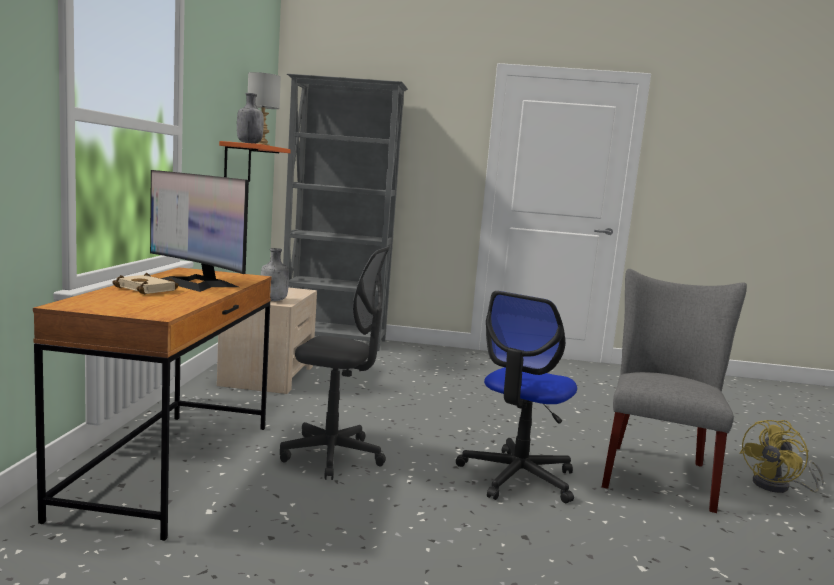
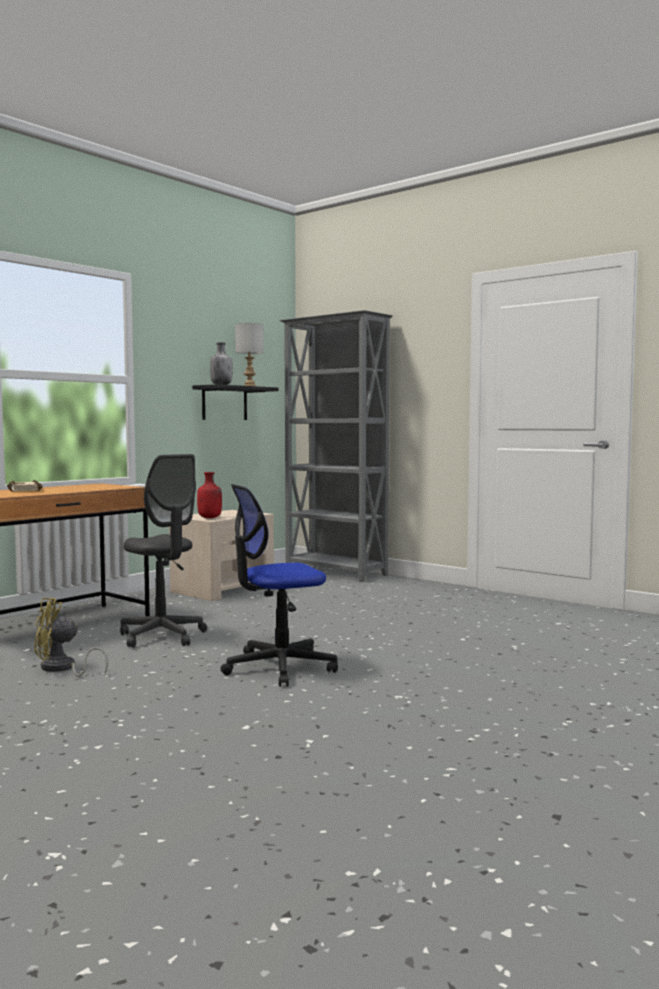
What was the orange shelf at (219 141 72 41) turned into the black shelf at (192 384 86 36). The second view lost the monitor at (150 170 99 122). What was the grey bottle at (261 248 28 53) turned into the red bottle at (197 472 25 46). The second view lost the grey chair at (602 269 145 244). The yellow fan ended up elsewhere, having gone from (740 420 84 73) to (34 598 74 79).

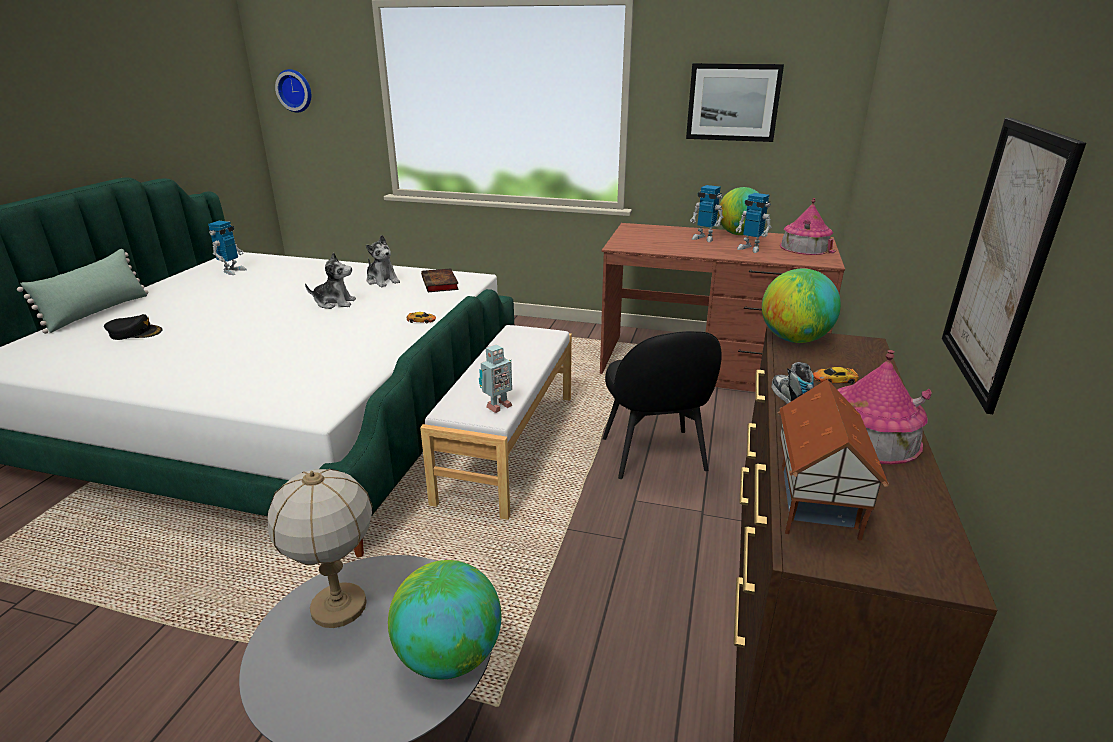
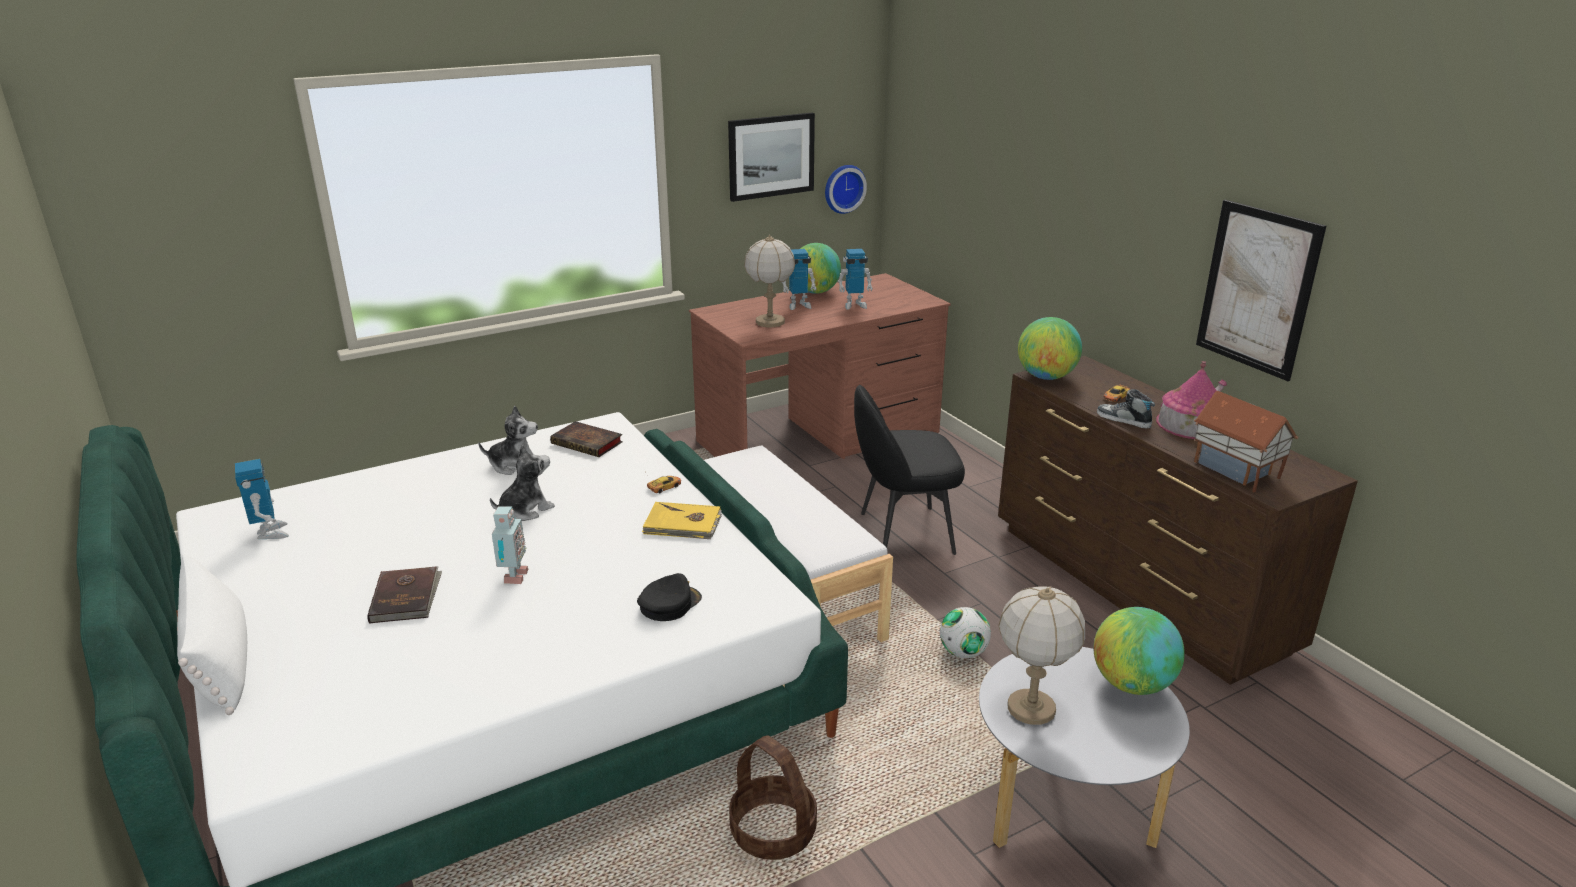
The wall clock ended up elsewhere, having gone from (275 69 36 44) to (825 165 42 49). The second view lost the toy house at (780 198 56 57). What was the green pillow at (17 249 131 85) turned into the white pillow at (177 554 70 161). The black cap ended up elsewhere, having gone from (104 314 58 26) to (637 573 65 48). The black chair at (603 331 119 148) ended up facing another way, 135 degrees clockwise from before. The toy robot ended up elsewhere, having gone from (479 345 33 68) to (492 506 37 78). The second view gained the table lamp at (744 235 51 92). The second view gained the yellow book at (642 502 80 37). The second view gained the brown book at (367 566 75 58). The second view gained the football at (940 607 51 51). The second view gained the basket at (729 735 88 125).

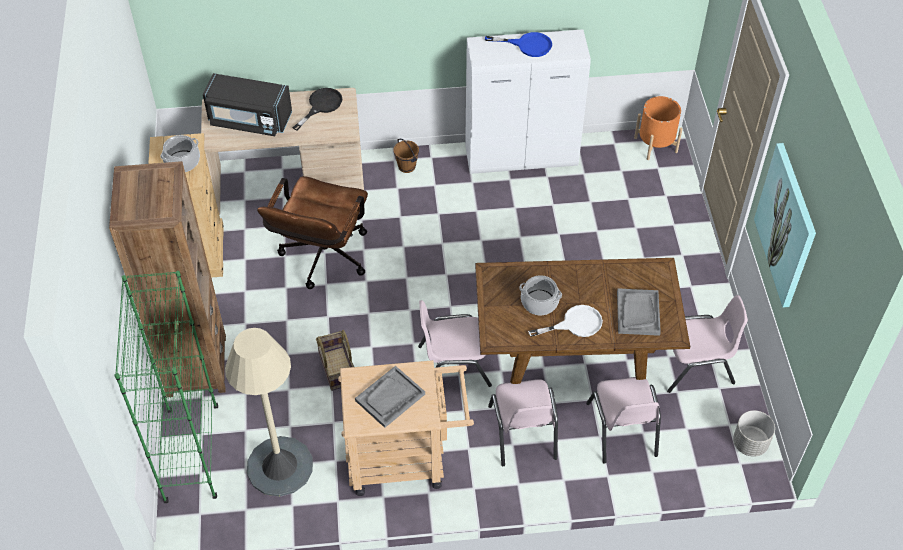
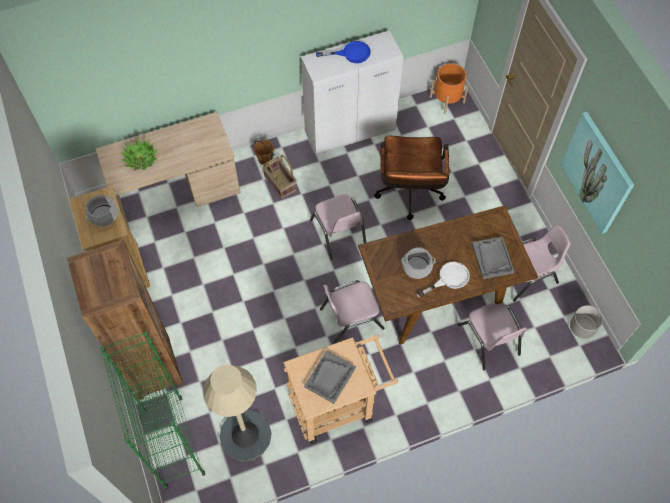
Where the black microwave stood at (203 73 89 63), the potted plant came to stand at (121 138 37 33). The second view lost the black frying pan at (292 88 50 43). The brown office chair ended up elsewhere, having gone from (257 176 111 113) to (374 136 75 84). The basket ended up elsewhere, having gone from (316 330 38 61) to (262 155 35 44). The pink chair ended up elsewhere, having gone from (488 379 70 87) to (310 194 56 66).

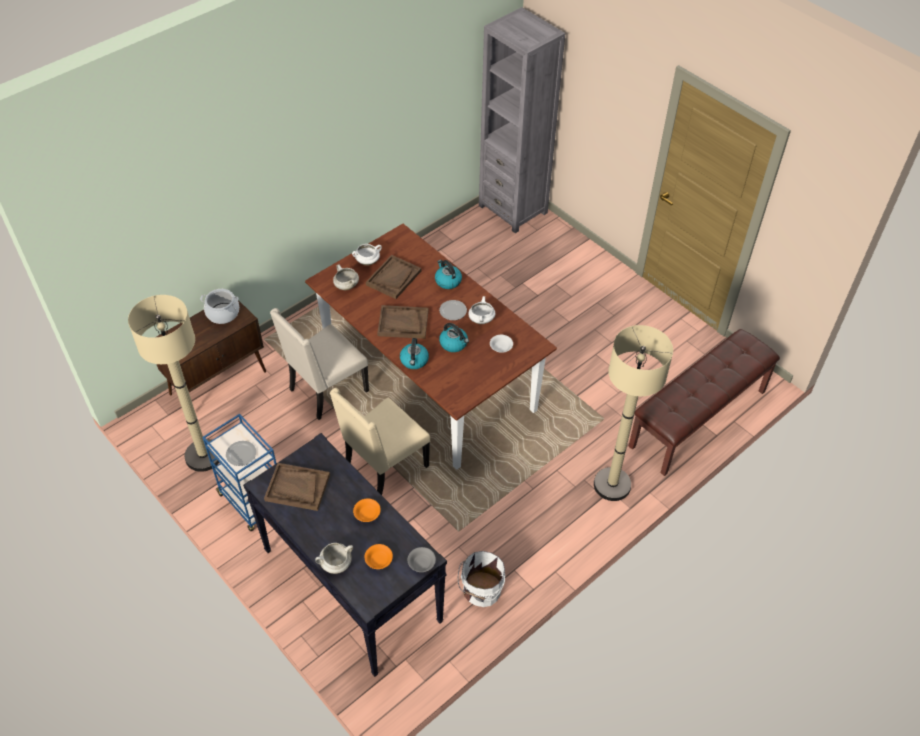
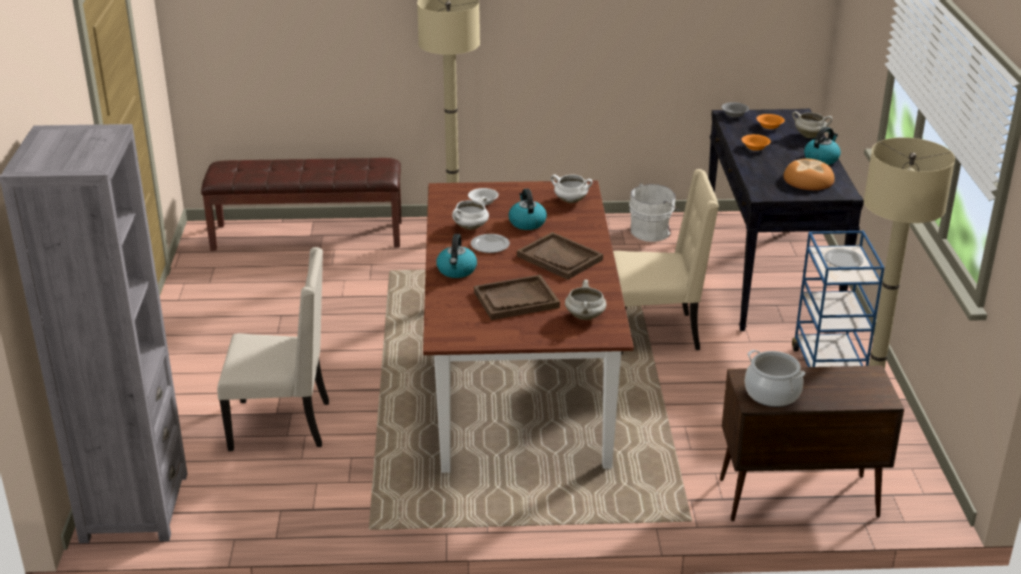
The white cooking pot ended up elsewhere, having gone from (352 244 30 22) to (551 174 42 29). The beige chair ended up elsewhere, having gone from (270 308 99 112) to (217 247 112 204). The kettle ended up elsewhere, having gone from (400 338 29 31) to (804 127 37 38). Where the brown tray stood at (264 463 66 48), the bread came to stand at (783 159 52 31).

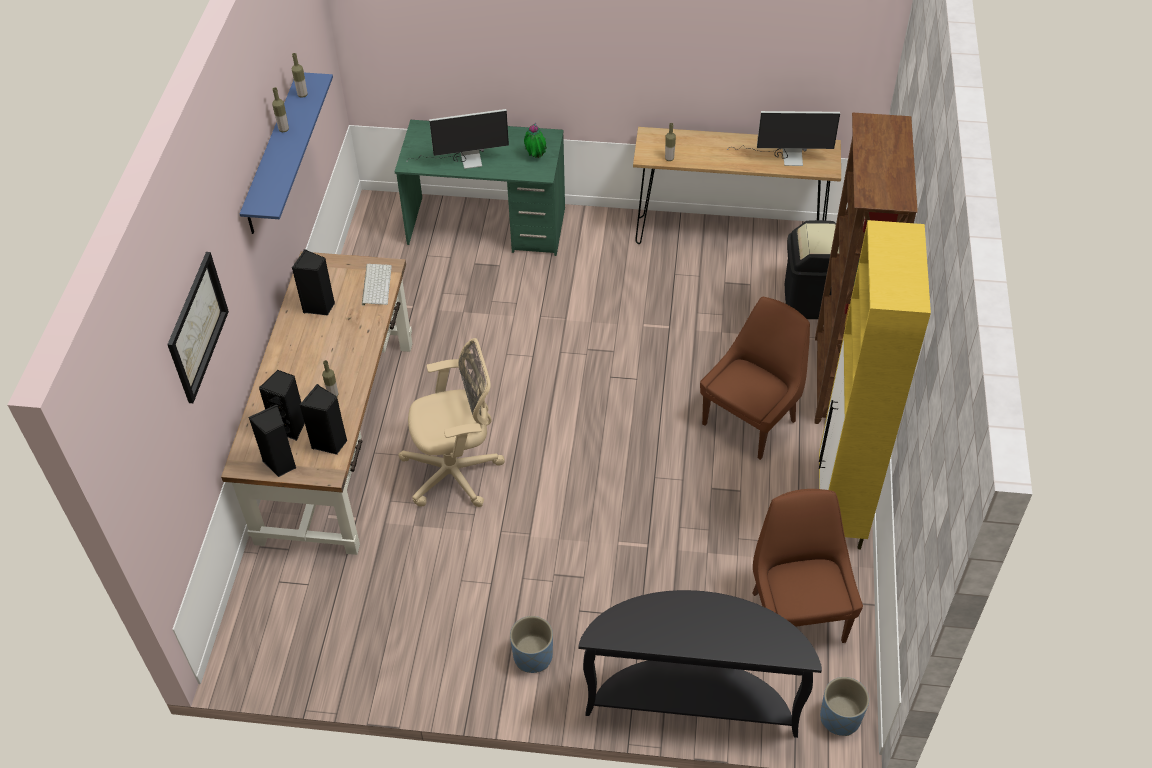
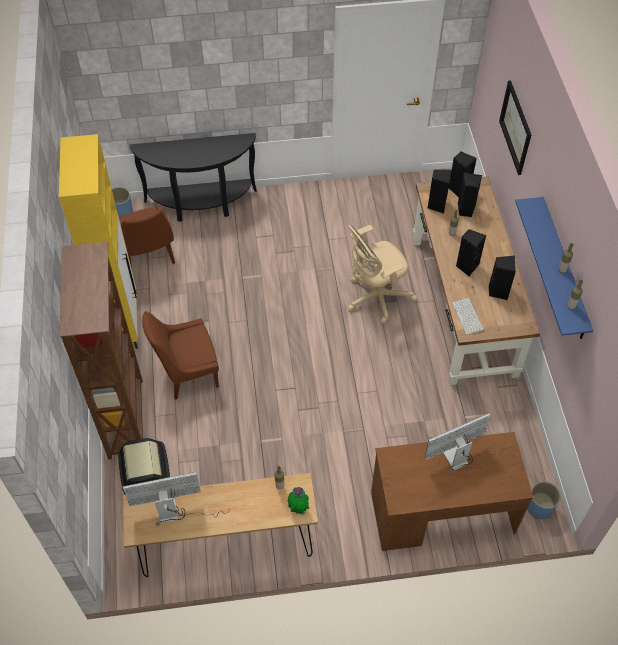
What was the green desk at (394 120 171 136) turned into the brown desk at (371 432 163 119). The potted plant ended up elsewhere, having gone from (524 123 23 35) to (287 487 22 27). The brown chair at (700 297 110 163) ended up facing another way, 45 degrees clockwise from before. The blue planter ended up elsewhere, having gone from (510 616 43 57) to (527 481 34 38). The second view gained the black speaker at (456 229 30 47).

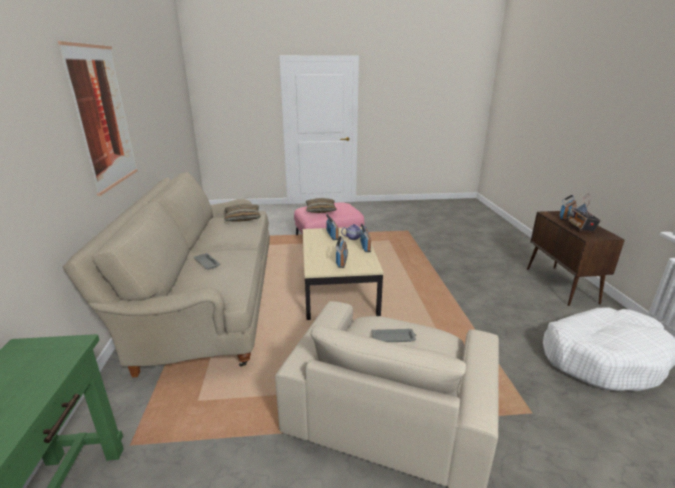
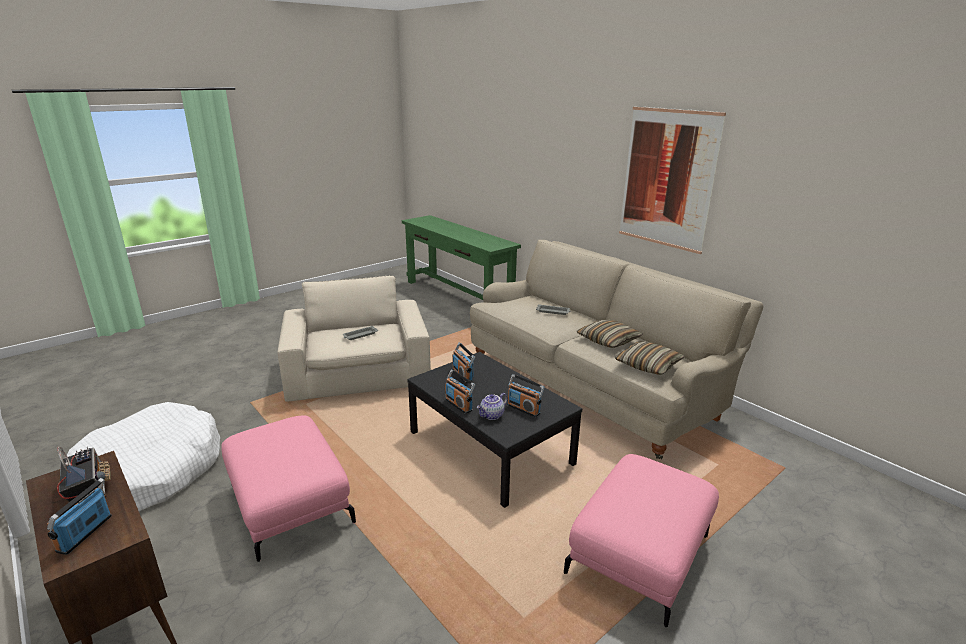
The pillow ended up elsewhere, having gone from (306 198 30 15) to (577 319 66 29). What was the beige coffee table at (303 227 81 93) turned into the black coffee table at (407 352 175 156). The second view gained the pink ottoman at (221 415 135 147).

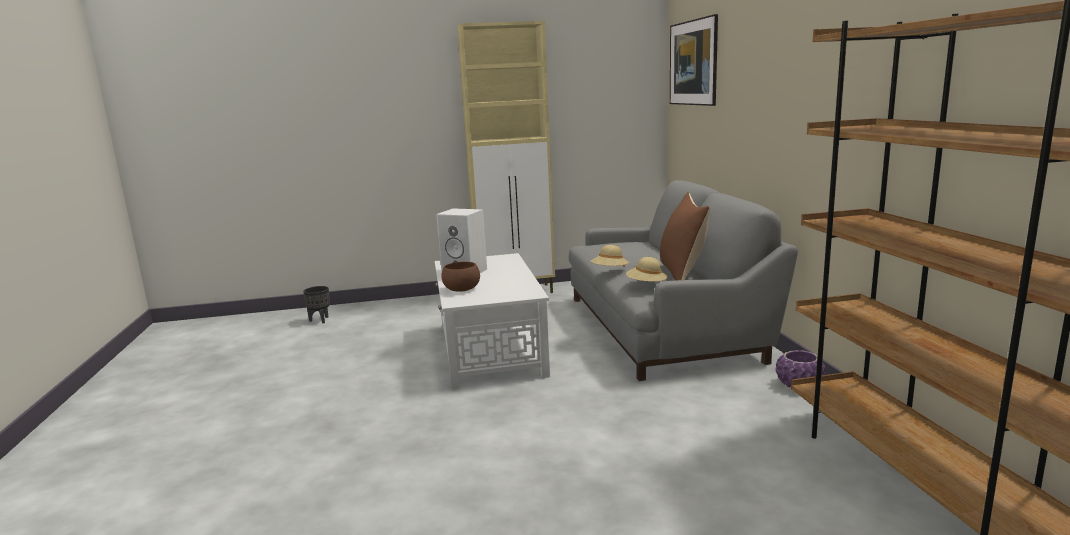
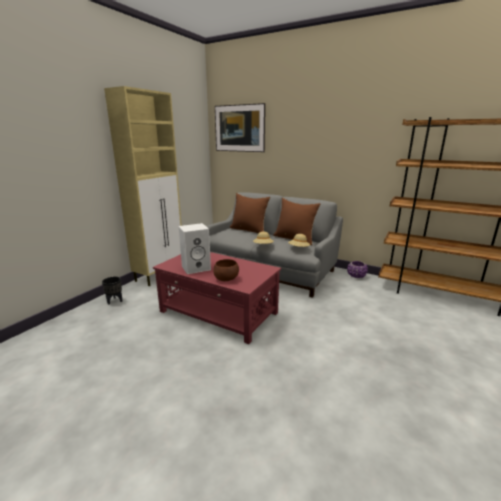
What was the white coffee table at (435 253 115 137) turned into the red coffee table at (153 252 128 92). The black planter ended up elsewhere, having gone from (303 286 27 37) to (102 277 20 27). The second view gained the brown pillow at (230 193 40 40).

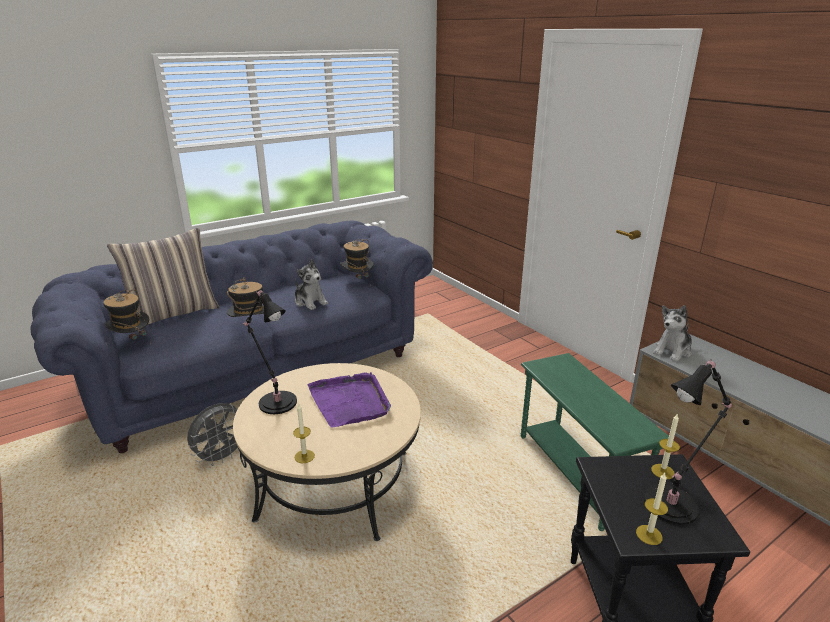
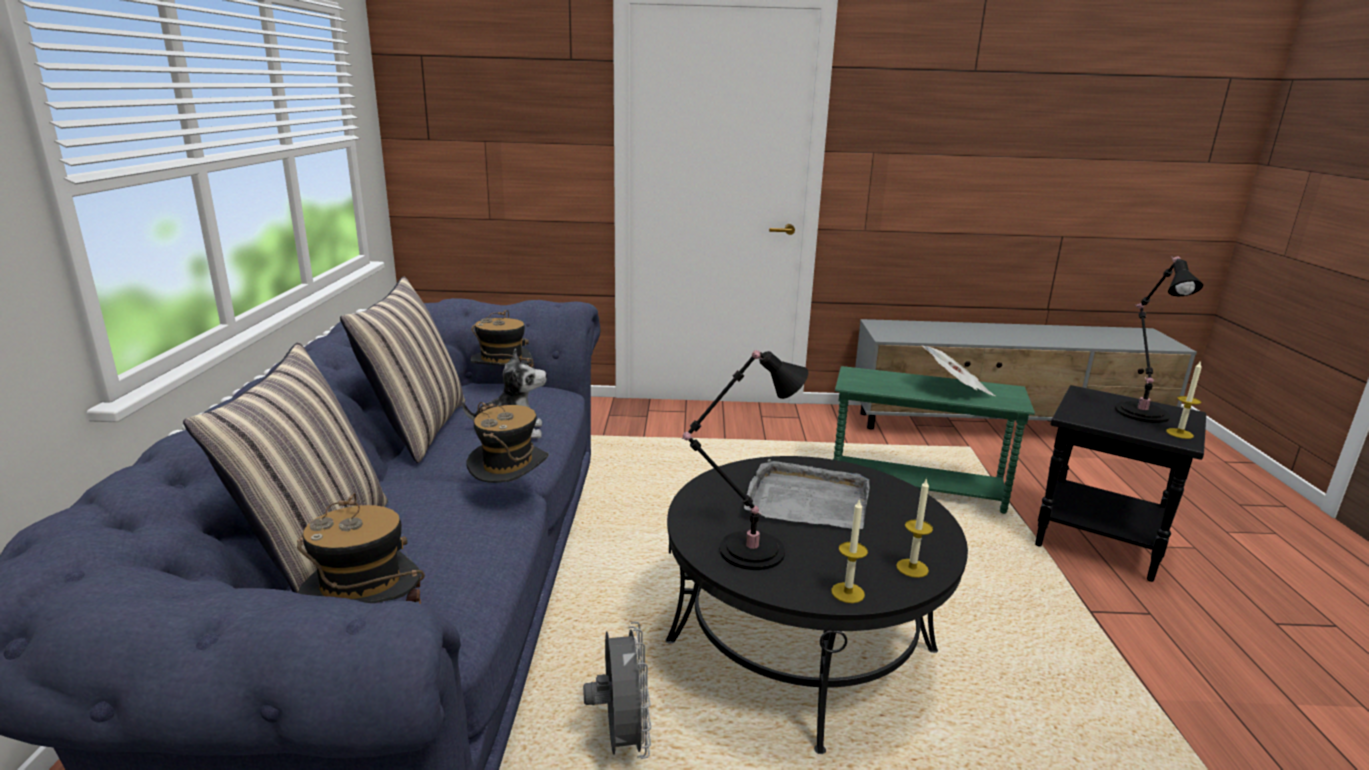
The second view lost the plush toy at (653 305 39 57). What was the beige coffee table at (233 363 188 178) turned into the black coffee table at (666 456 302 298). What was the purple tray at (308 372 83 56) turned into the grey tray at (744 459 125 70). The candle ended up elsewhere, having gone from (651 413 29 66) to (831 498 37 105). The second view gained the pillow at (340 276 126 187). The second view gained the newspaper at (921 345 74 51).

